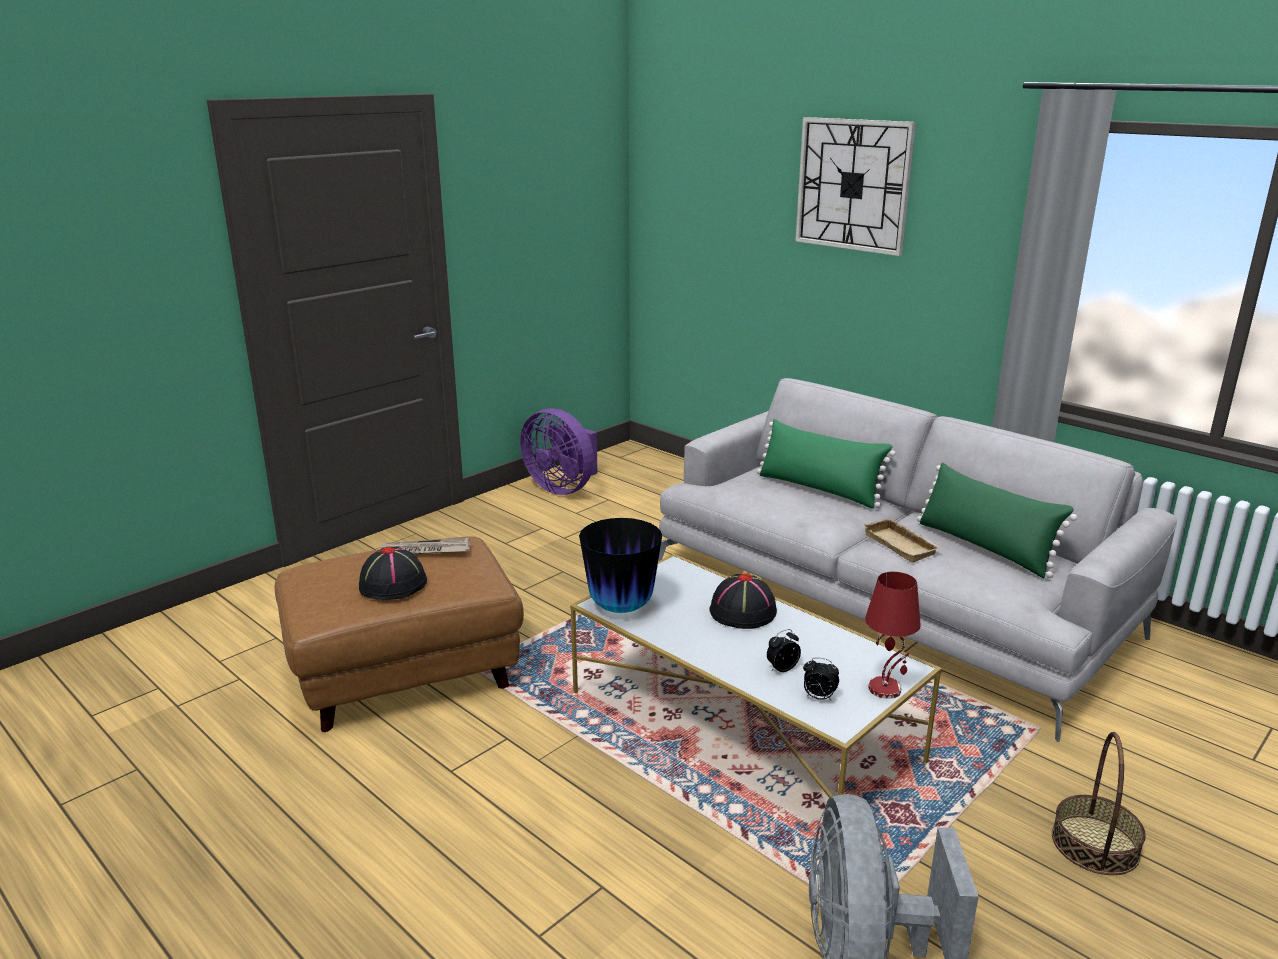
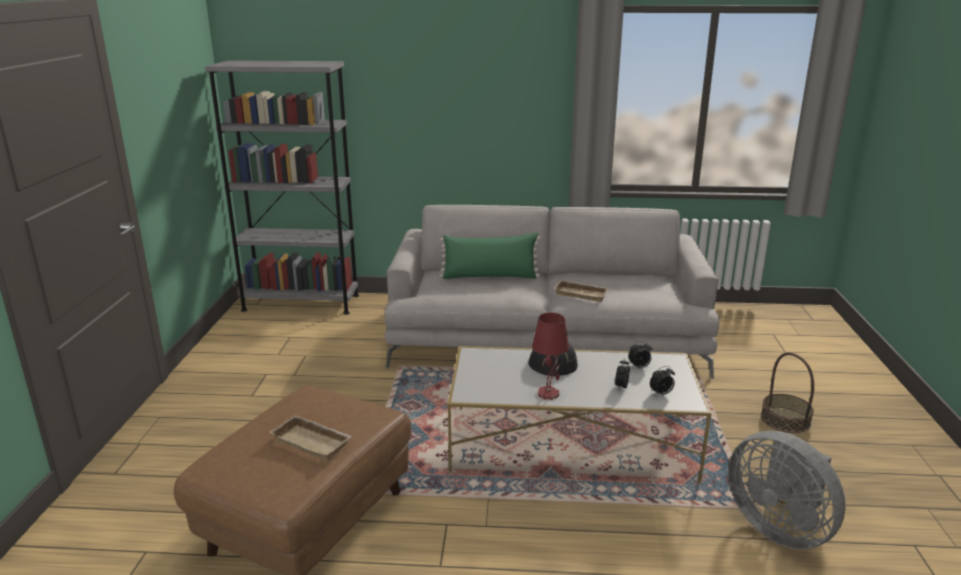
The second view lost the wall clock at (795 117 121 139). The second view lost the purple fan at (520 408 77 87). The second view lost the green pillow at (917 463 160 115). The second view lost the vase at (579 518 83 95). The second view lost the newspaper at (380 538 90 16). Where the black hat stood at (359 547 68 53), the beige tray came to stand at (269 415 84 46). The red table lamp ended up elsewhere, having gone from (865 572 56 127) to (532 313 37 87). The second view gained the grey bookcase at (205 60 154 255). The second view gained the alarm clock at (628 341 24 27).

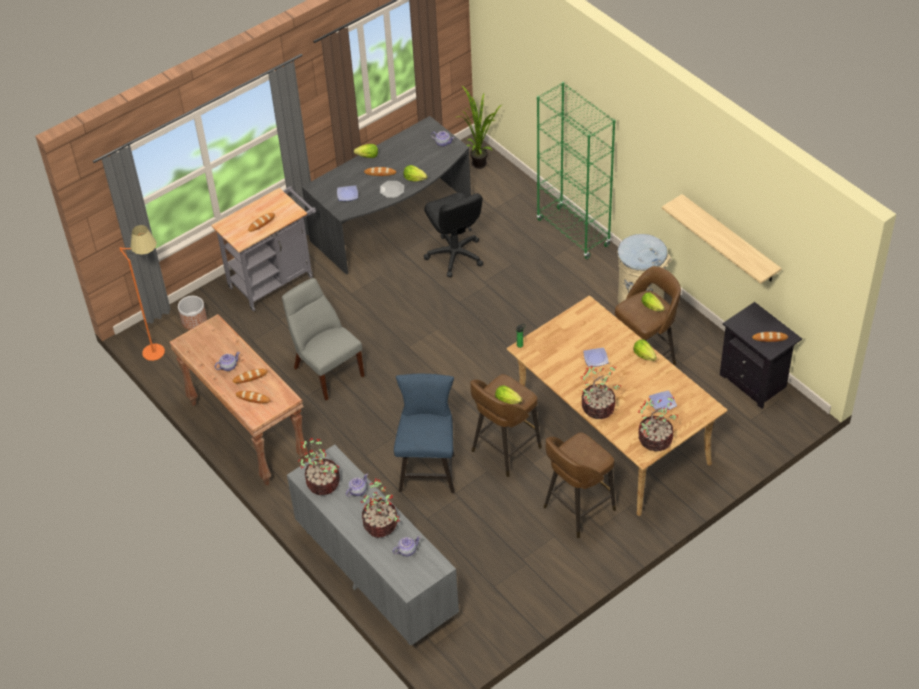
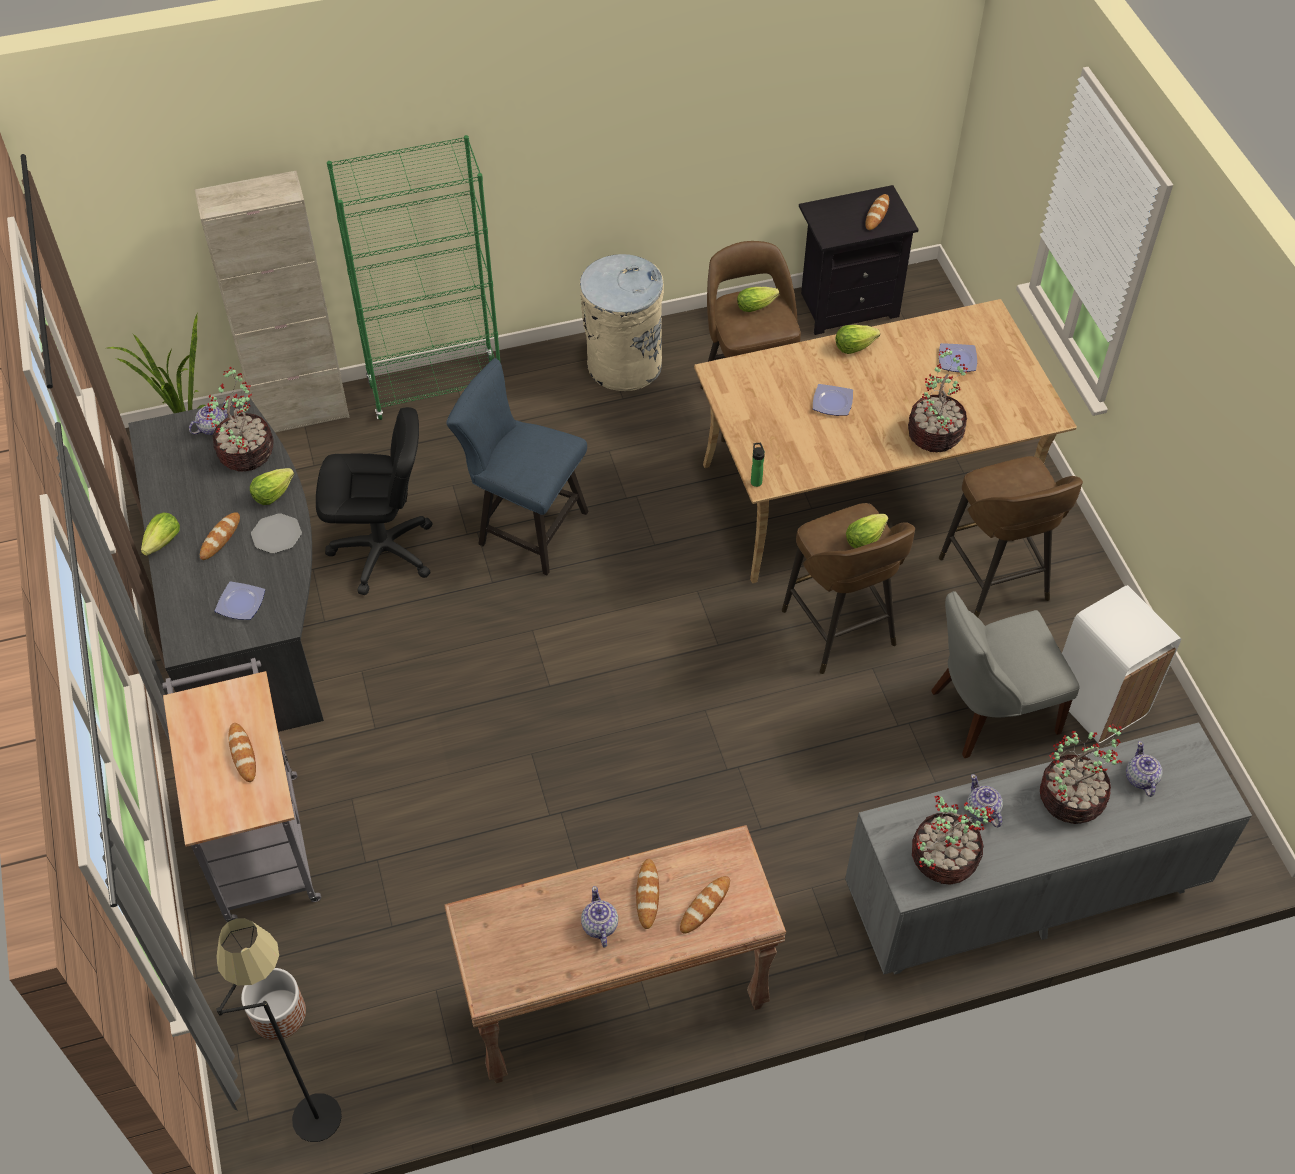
The second view lost the shelf at (662 194 120 90). What was the orange floor lamp at (120 225 45 136) turned into the black floor lamp at (216 918 126 224). The grey chair ended up elsewhere, having gone from (282 278 82 123) to (931 591 149 167). The blue chair ended up elsewhere, having gone from (394 374 61 119) to (446 358 142 217). The potted plant ended up elsewhere, having gone from (638 396 40 55) to (207 367 67 105). The second view gained the beige cabinet at (195 171 155 262). The second view gained the white trash can at (1062 585 119 158).

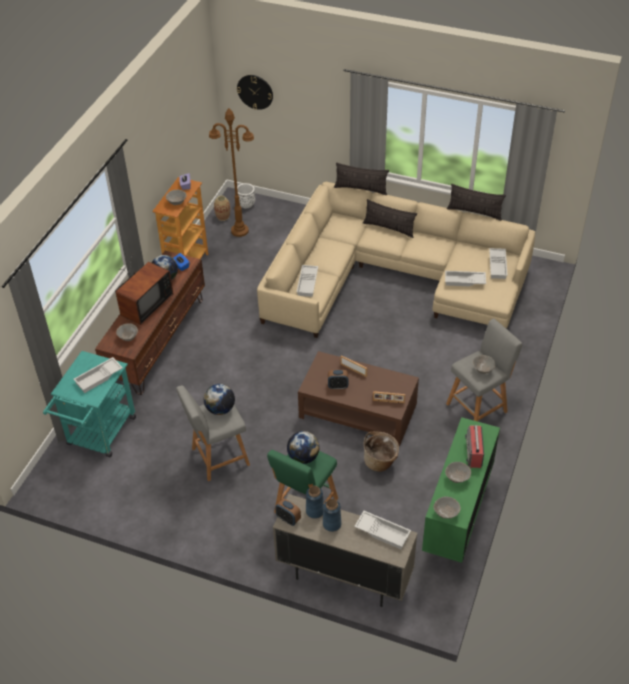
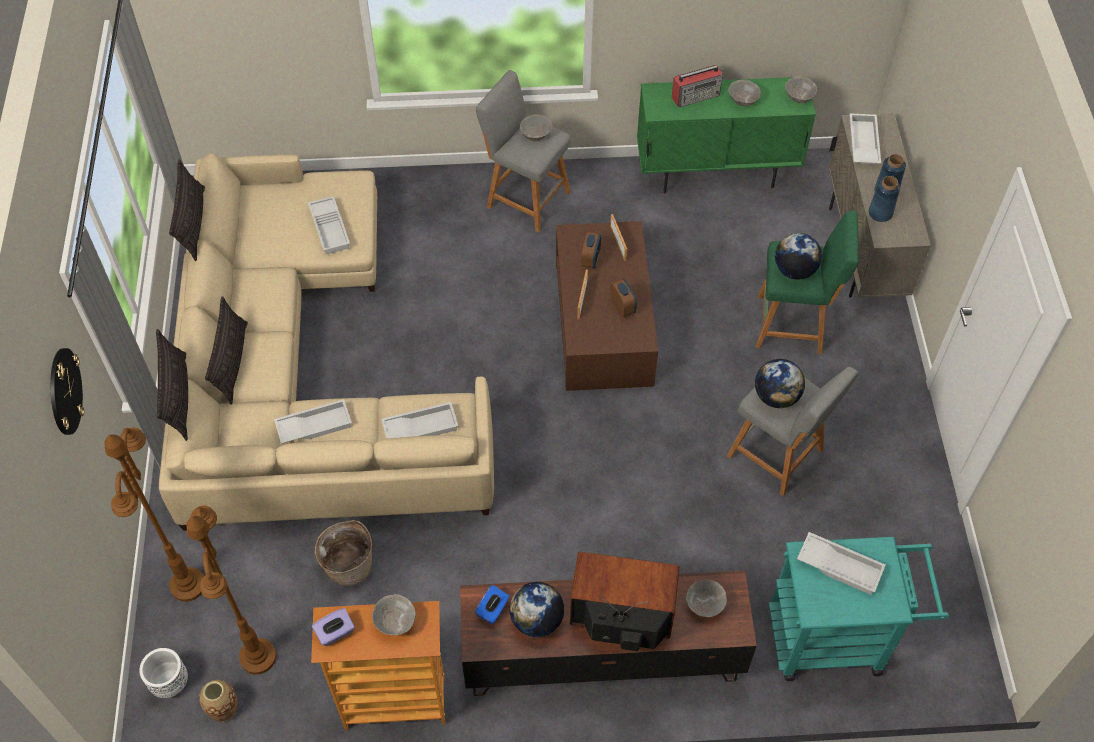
The wall clock ended up elsewhere, having gone from (237 75 36 35) to (50 348 34 87). The white tray ended up elsewhere, having gone from (489 248 19 31) to (274 399 77 45). The basket ended up elsewhere, having gone from (364 431 35 41) to (315 520 57 66). The alarm clock ended up elsewhere, having gone from (275 498 26 28) to (581 232 20 37). The second view gained the brown floor lamp at (104 427 100 175).

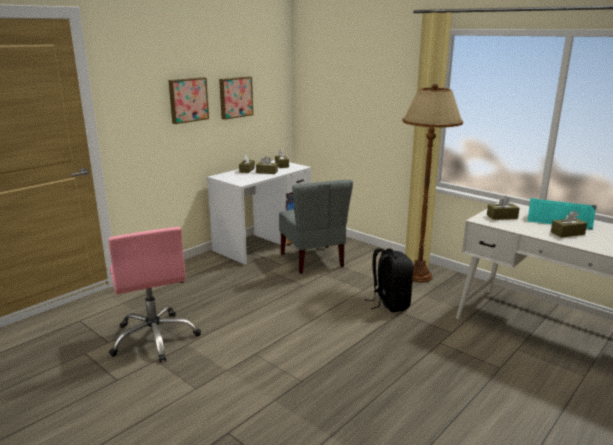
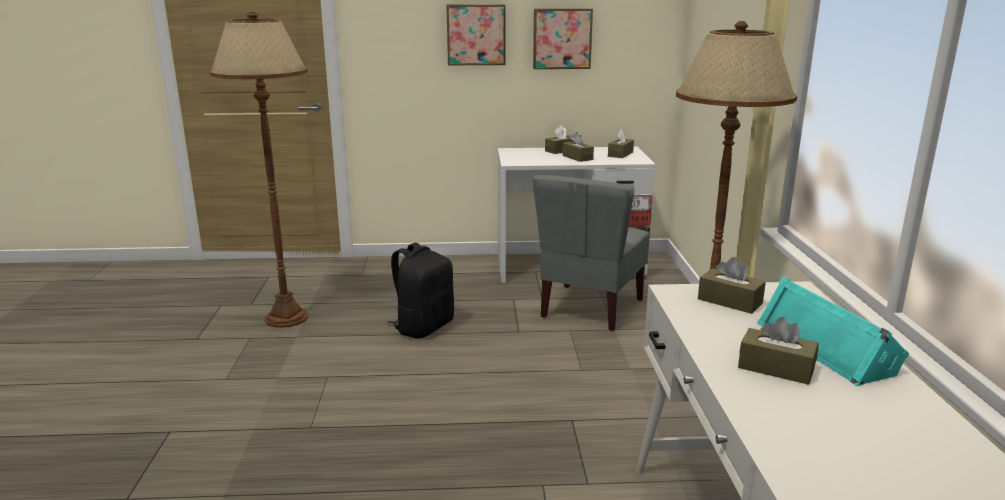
Where the pink office chair stood at (109 227 92 135), the brown floor lamp came to stand at (209 11 99 317). The black backpack ended up elsewhere, having gone from (365 248 48 64) to (388 243 66 95).

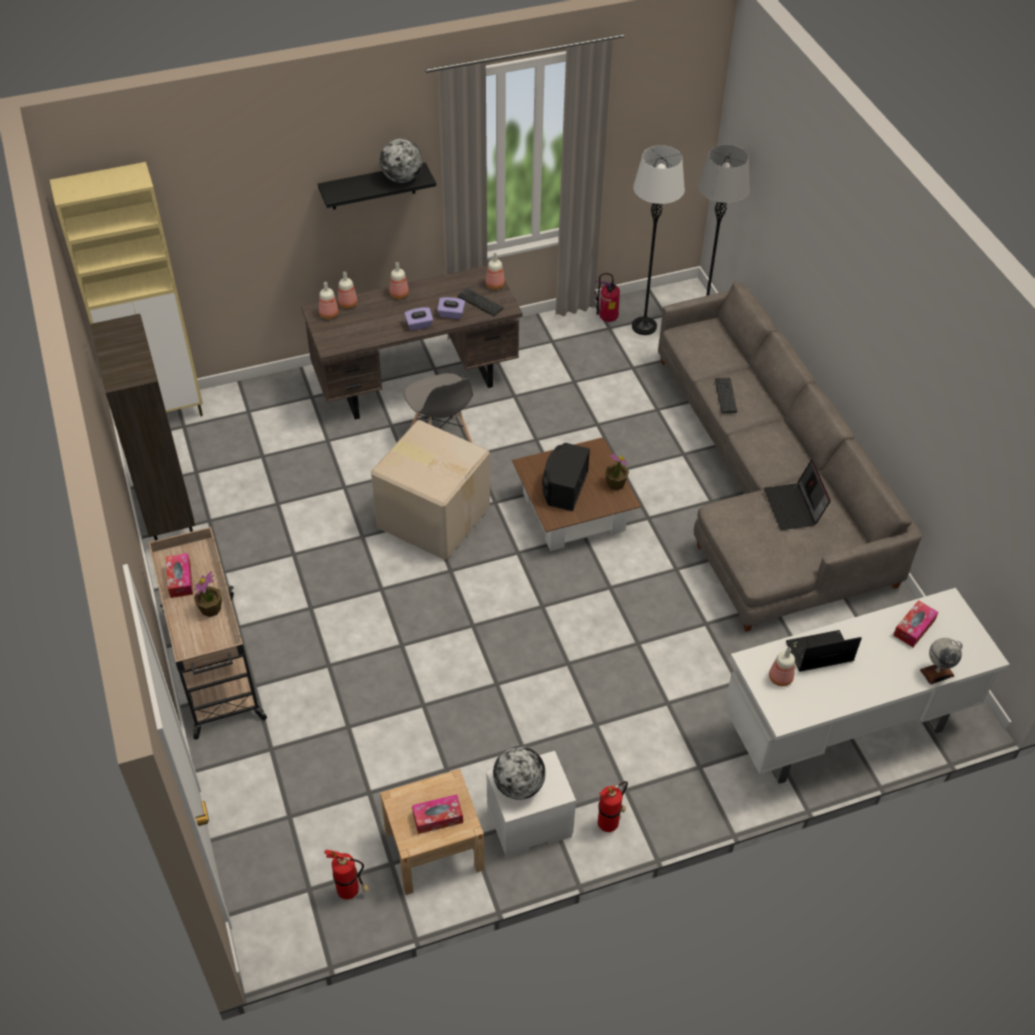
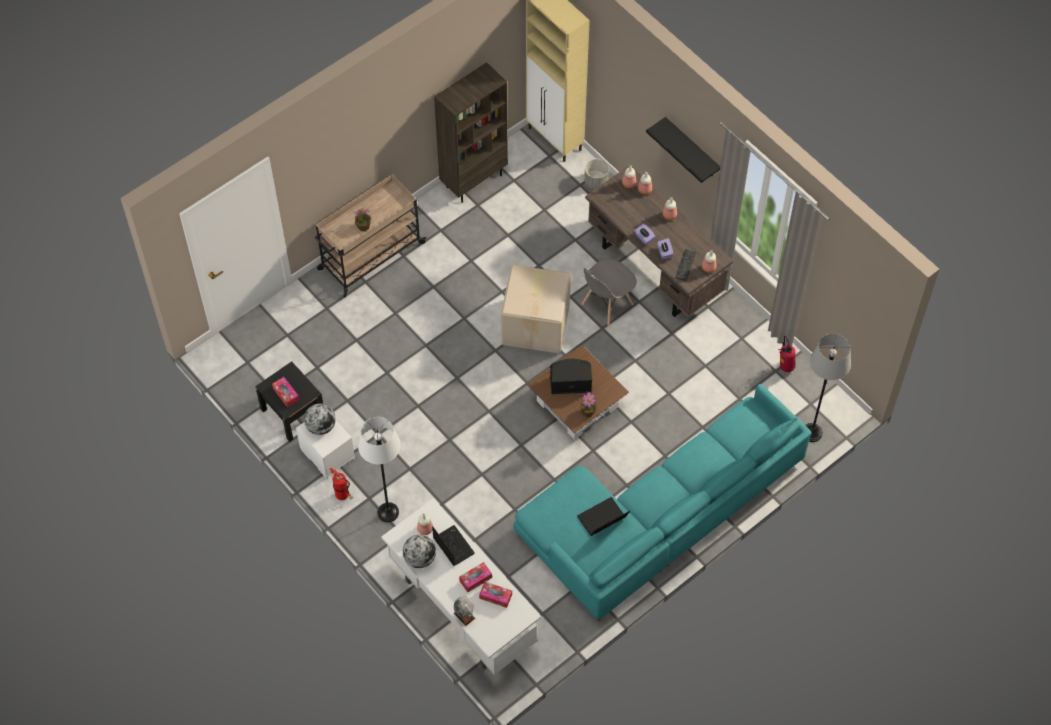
The globe ended up elsewhere, having gone from (380 138 43 45) to (403 535 33 33). The white floor lamp ended up elsewhere, having gone from (632 145 53 190) to (358 417 43 105). What was the grey sofa at (658 282 264 350) turned into the turquoise sofa at (514 384 298 237). The second view lost the keyboard at (715 378 22 35). The tissue box ended up elsewhere, having gone from (166 553 27 45) to (459 562 33 30). What was the beige nightstand at (380 769 104 126) turned into the black nightstand at (255 361 68 81). The second view lost the fire extinguisher at (324 850 45 49). The second view gained the grey planter at (584 159 25 30).

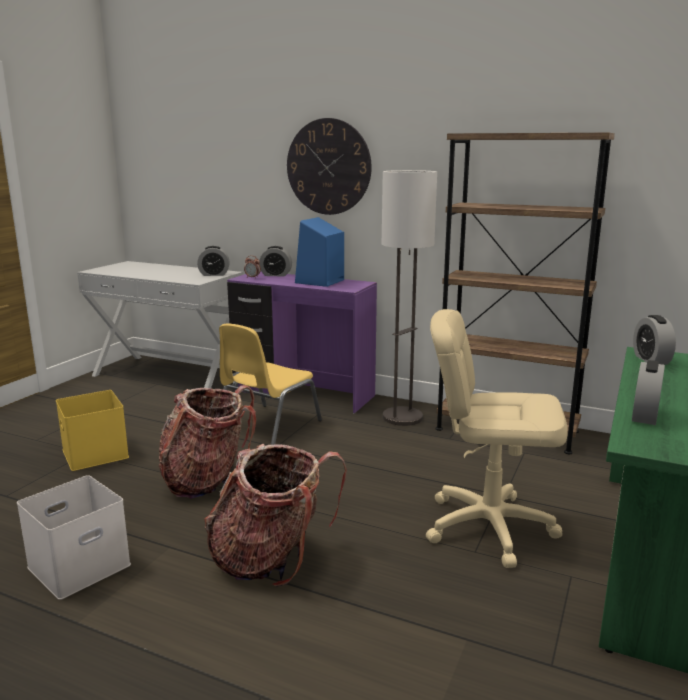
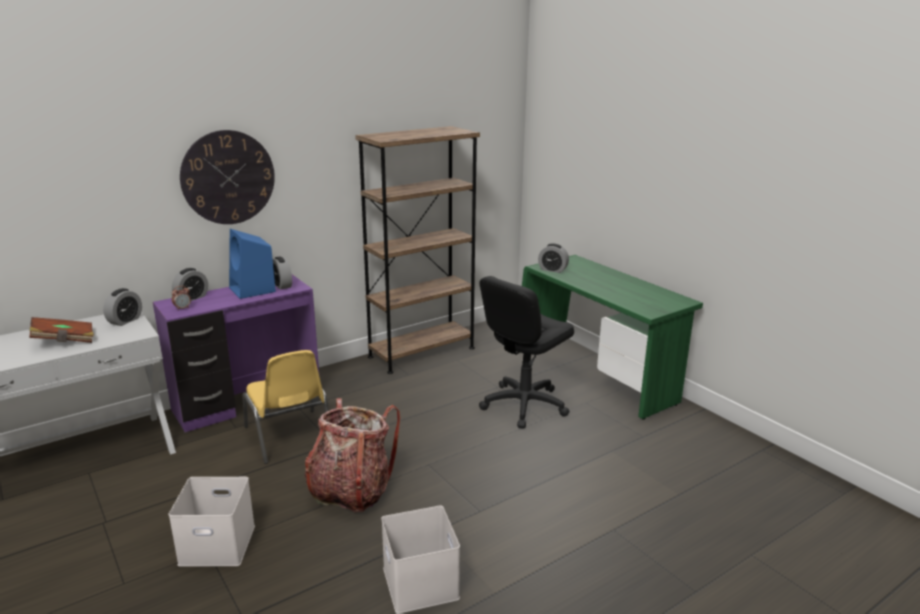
The second view lost the floor lamp at (382 170 55 256). What was the beige office chair at (426 309 142 259) turned into the black office chair at (479 276 95 153). The alarm clock ended up elsewhere, having gone from (632 360 33 65) to (273 256 19 34). What was the yellow storage box at (56 390 73 81) turned into the white storage box at (168 477 87 90). The second view lost the backpack at (204 444 143 143). The second view gained the brown book at (29 317 65 26).

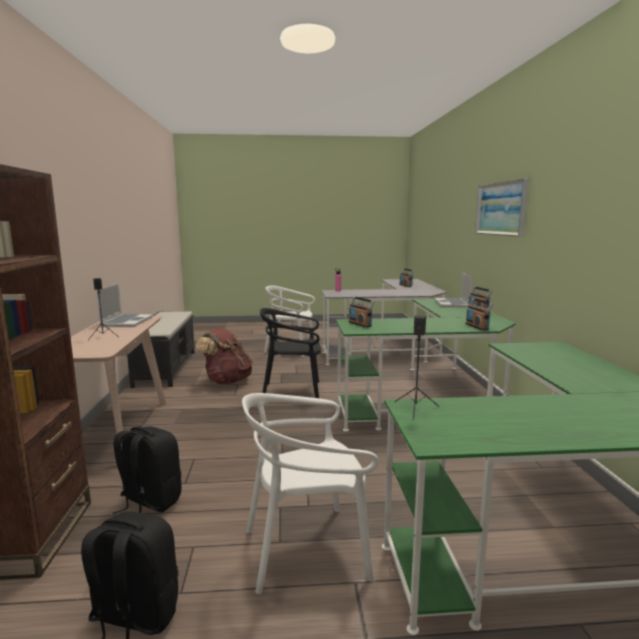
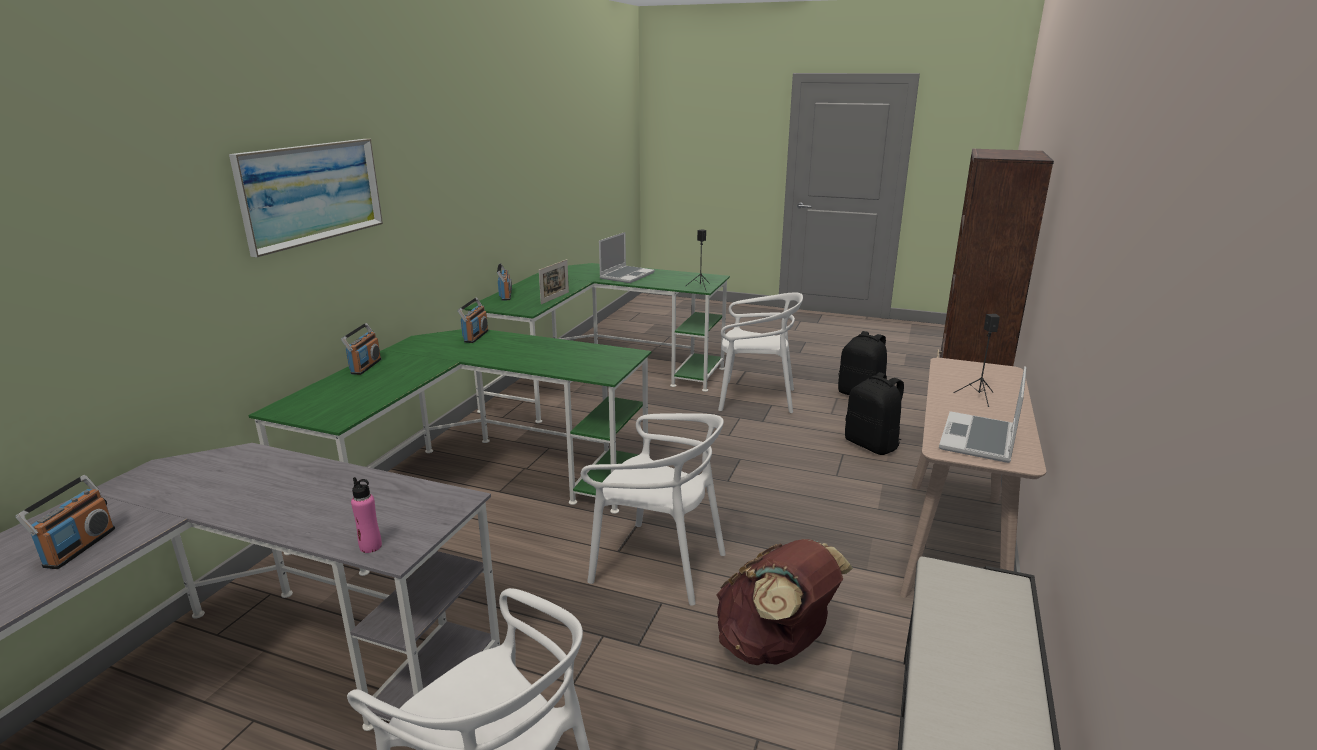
The laptop ended up elsewhere, having gone from (435 272 37 35) to (599 232 56 51). The radio ended up elsewhere, having gone from (348 296 26 32) to (497 263 15 38). What was the black chair at (260 308 61 90) turned into the white chair at (581 413 145 193). The second view gained the picture frame at (539 259 30 45).

